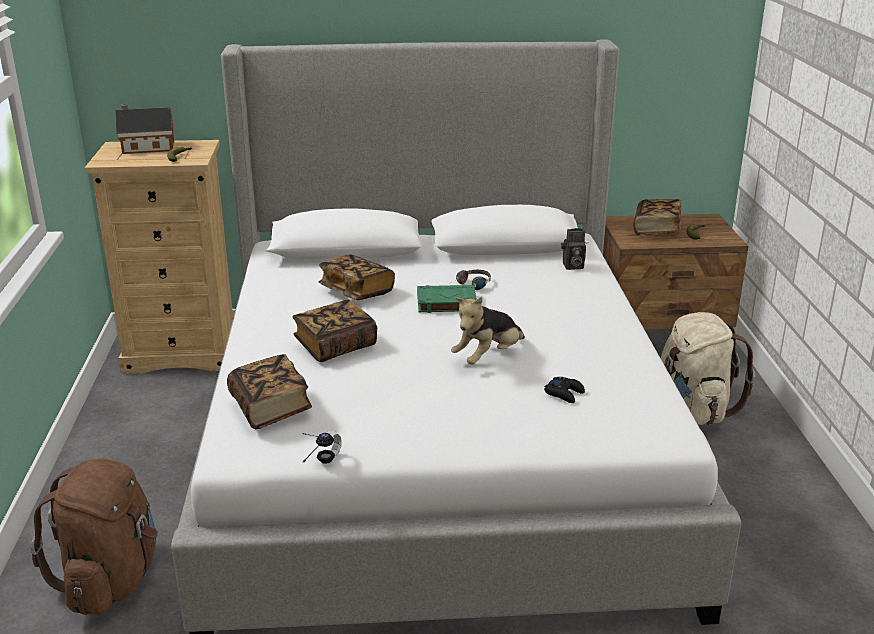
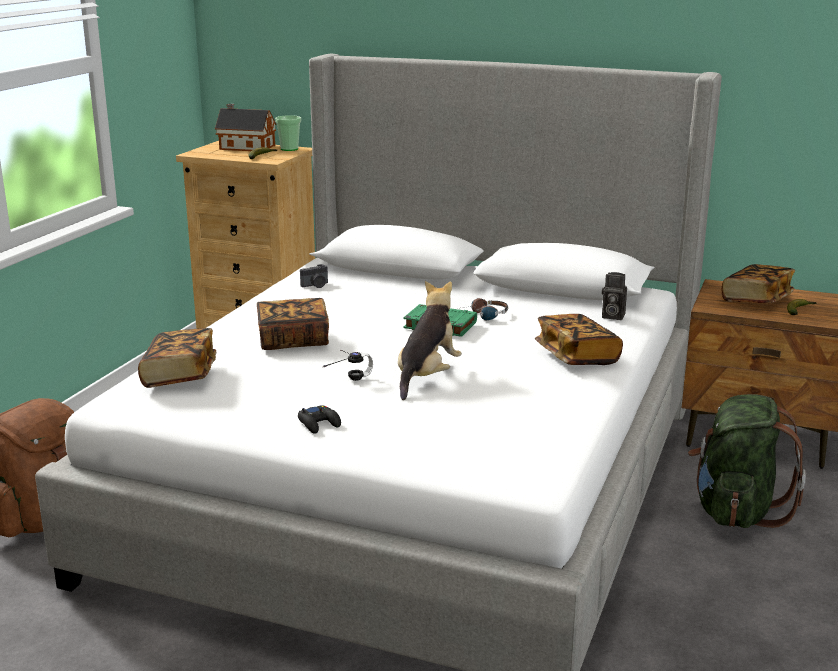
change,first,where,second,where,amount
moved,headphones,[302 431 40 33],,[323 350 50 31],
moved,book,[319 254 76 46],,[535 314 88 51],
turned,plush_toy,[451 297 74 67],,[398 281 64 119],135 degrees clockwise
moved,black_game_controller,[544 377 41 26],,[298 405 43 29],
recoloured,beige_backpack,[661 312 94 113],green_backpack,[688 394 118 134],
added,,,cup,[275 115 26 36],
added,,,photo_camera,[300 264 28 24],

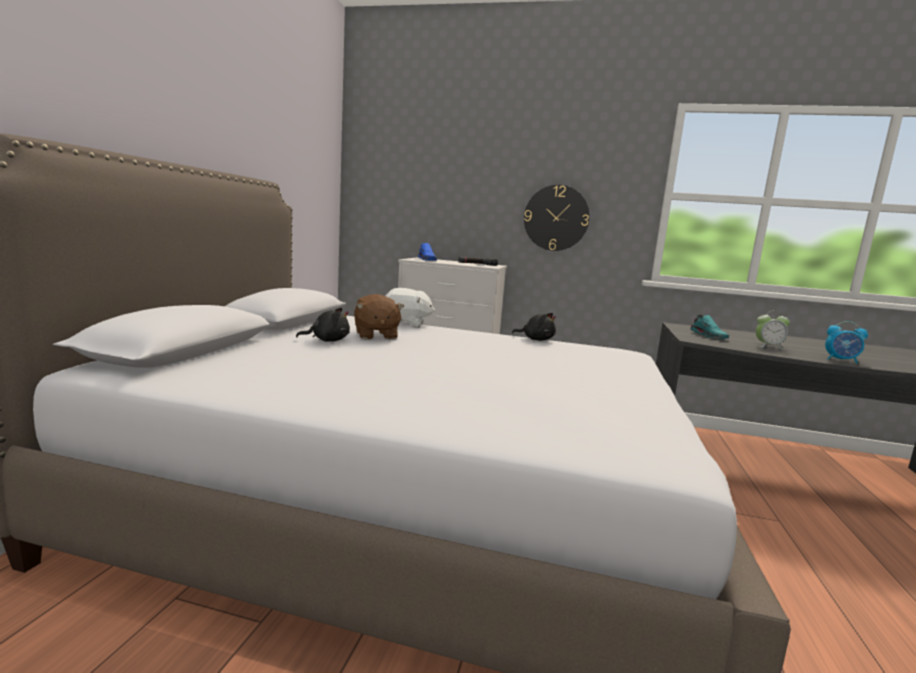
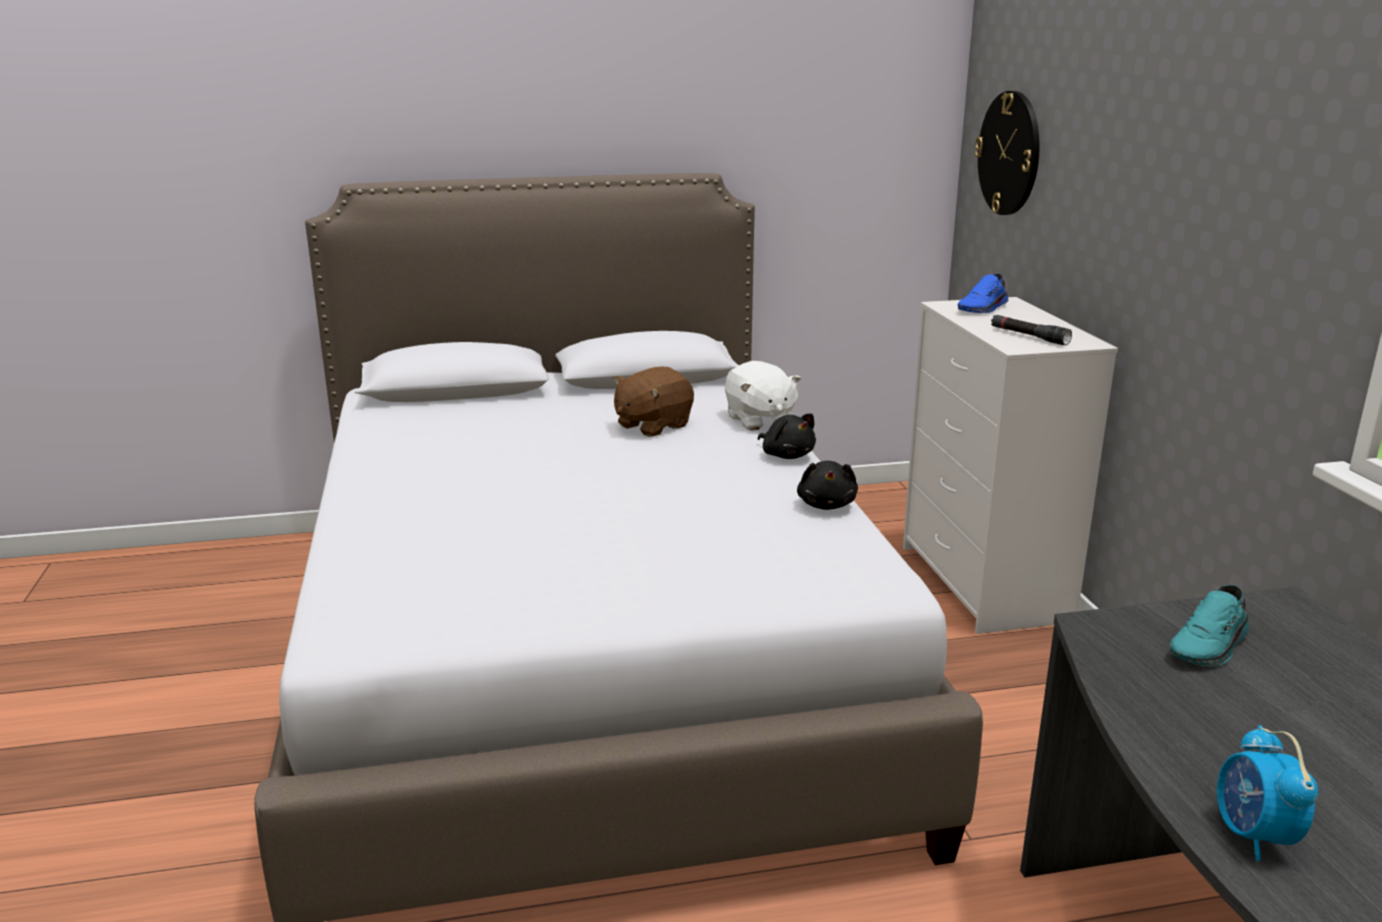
change,first,where,second,where,amount
moved,black_plush_toy,[296 308 54 34],,[758 413 58 46],
moved,wall_clock,[524 185 66 66],,[974 91 66 124],
removed,alarm_clock,[756 311 34 39],,,

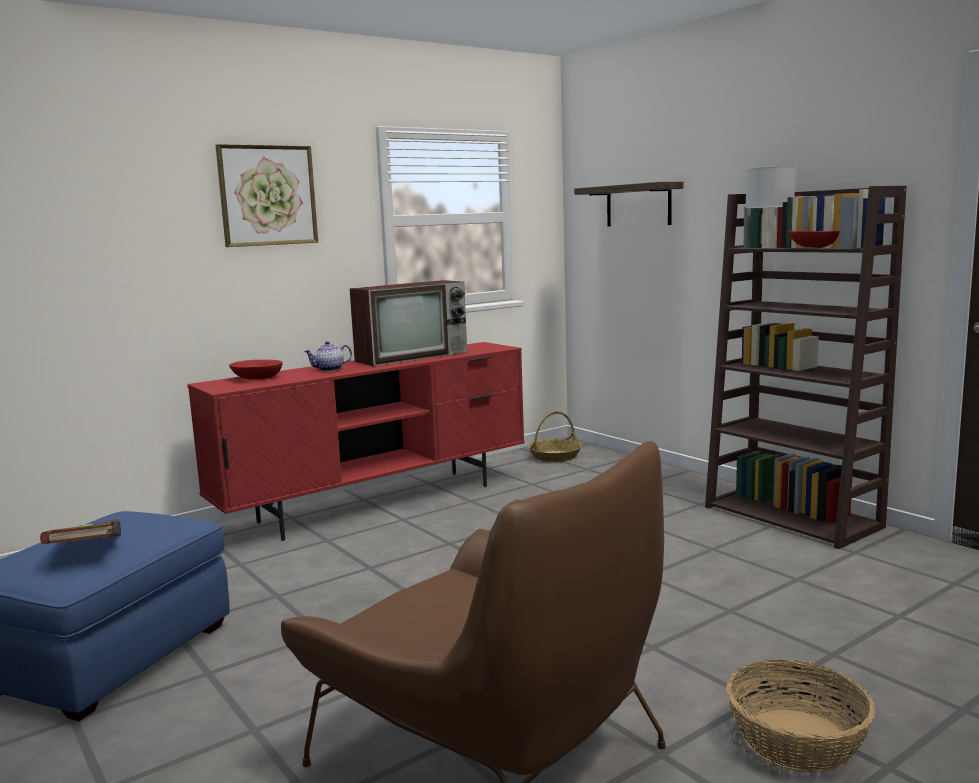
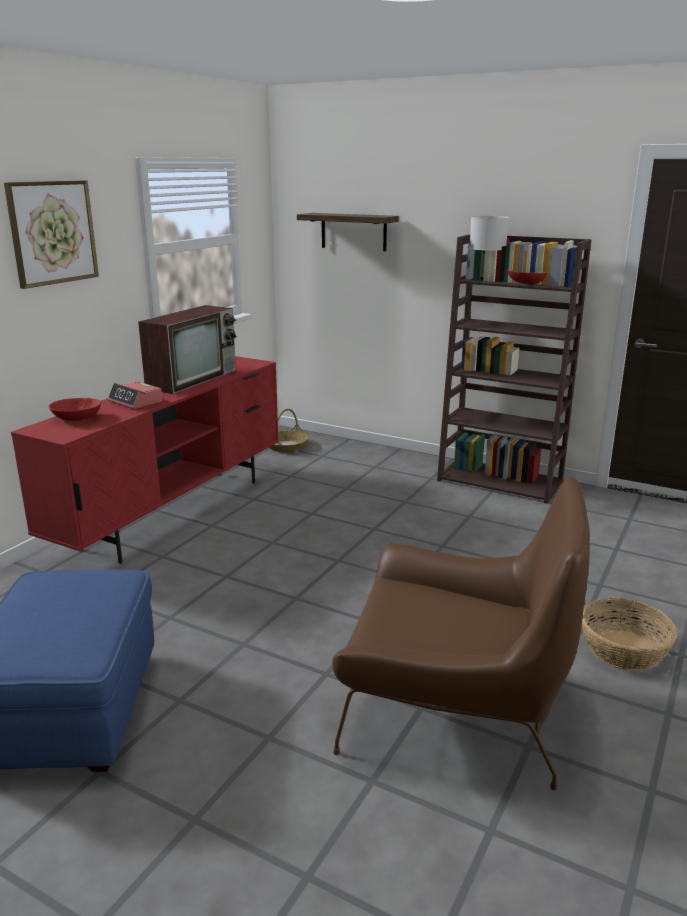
change,first,where,second,where,amount
removed,brown_book,[40 519 81 25],,,
replaced,teapot,[304 341 48 31],alarm_clock,[108 381 54 28],

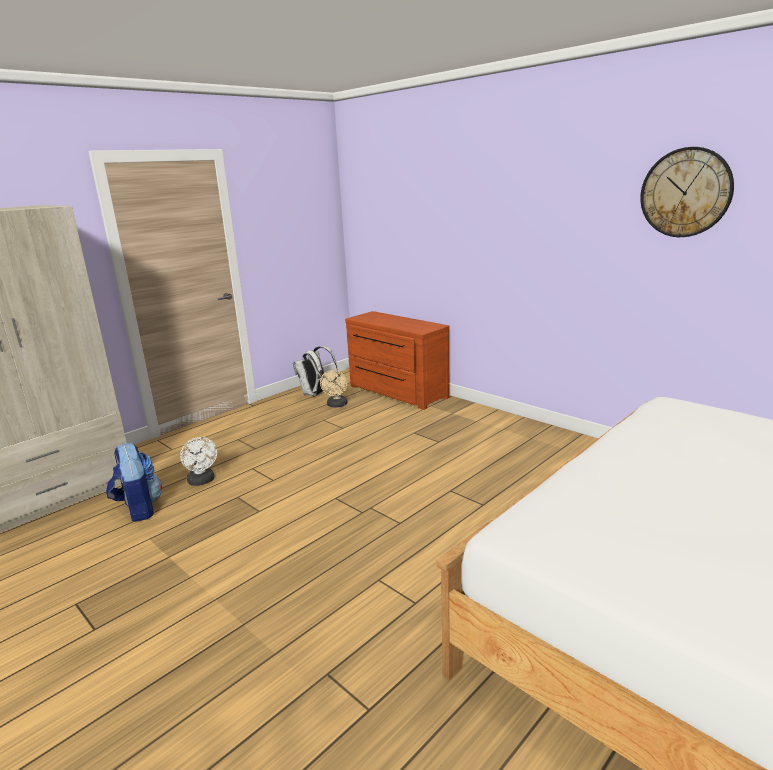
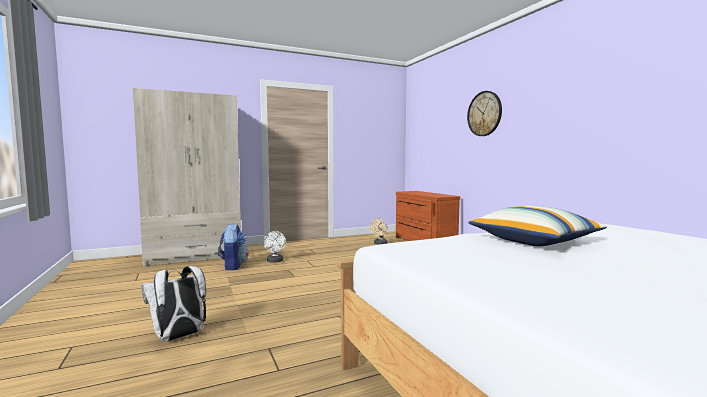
change,first,where,second,where,amount
moved,white_backpack,[293 346 45 50],,[141 266 65 76],
moved,wall_clock,[640 147 94 90],,[467 91 35 45],
added,,,pillow,[468 205 139 42],

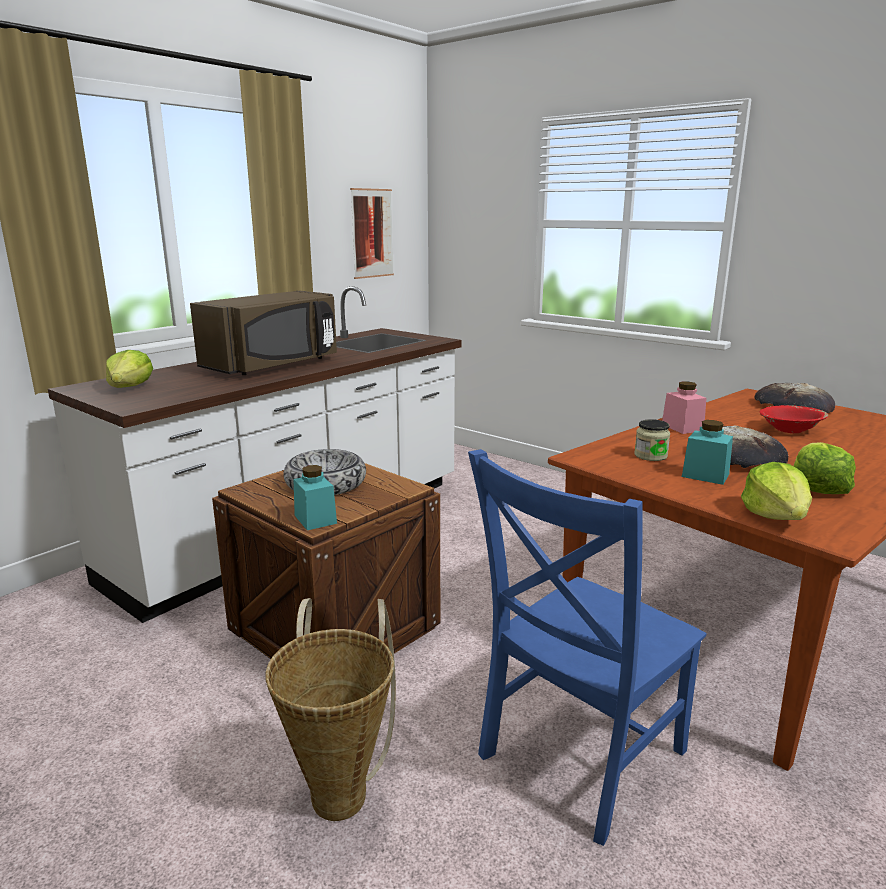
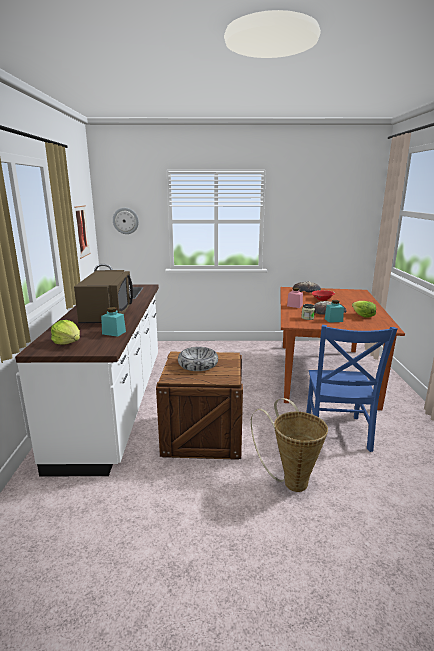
change,first,where,second,where,amount
moved,turquoise_jar,[293 465 44 65],,[101 307 25 30],
removed,lettuce,[741 462 71 58],,,
added,,,wall_clock,[113 208 26 26],

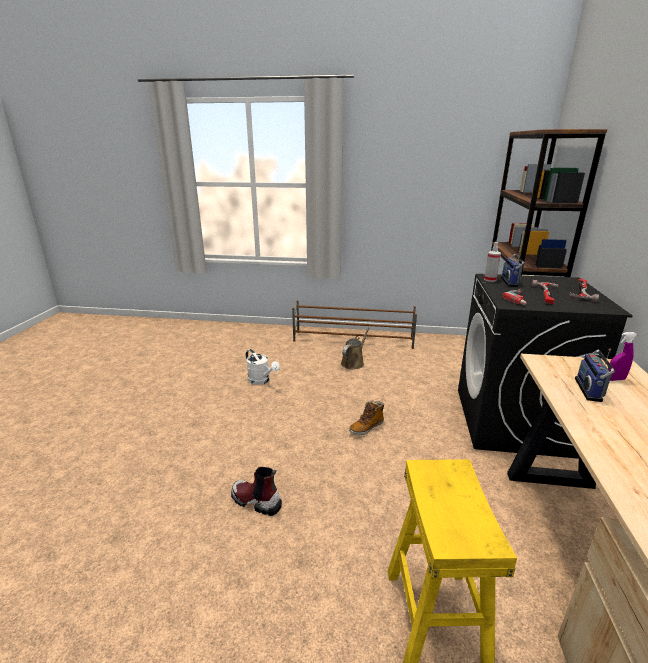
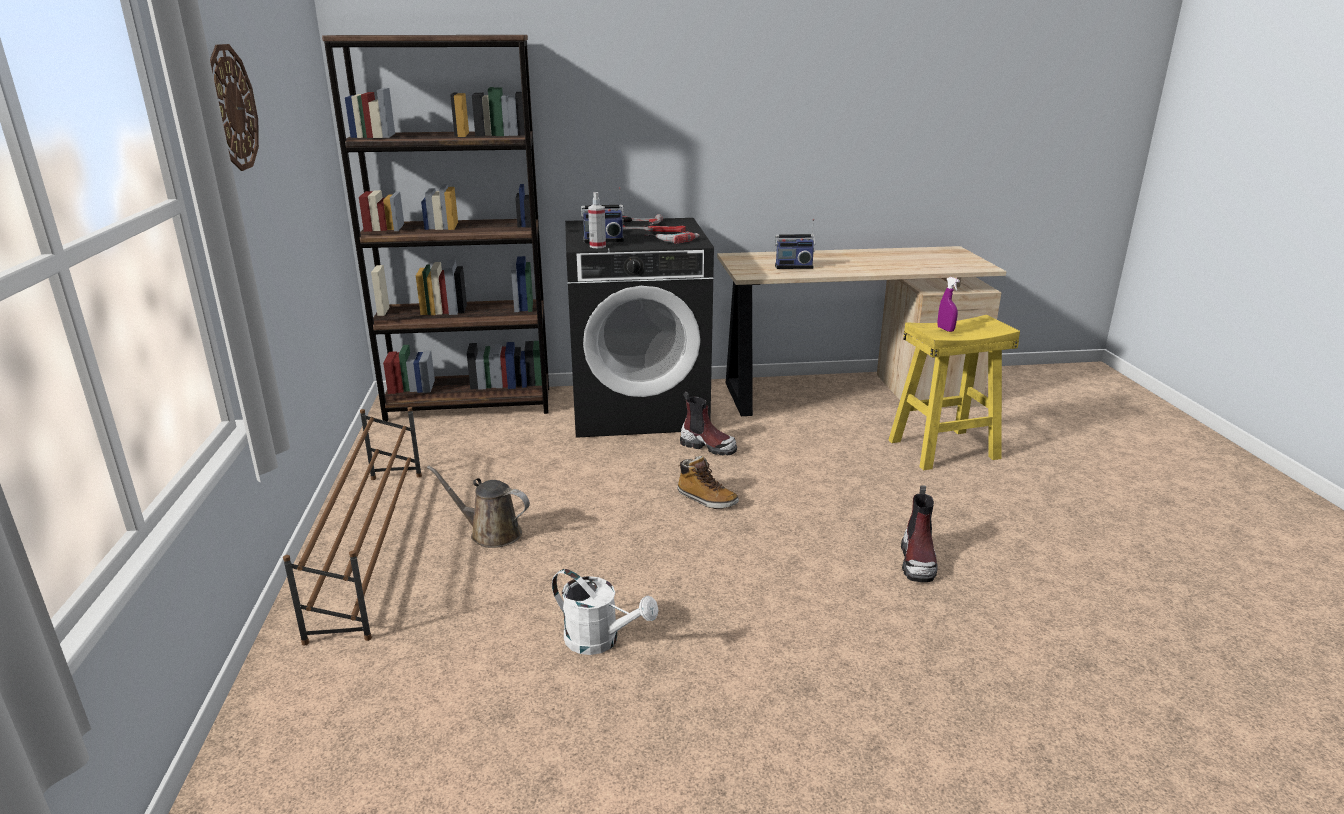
change,first,where,second,where,amount
turned,white_watering_can,[246 349 34 36],,[552 569 106 86],90 degrees clockwise
moved,purple_spray_bottle,[608 332 29 49],,[937 277 23 55],
added,,,wall_clock,[210 44 49 127],
added,,,boot,[680 392 57 63],

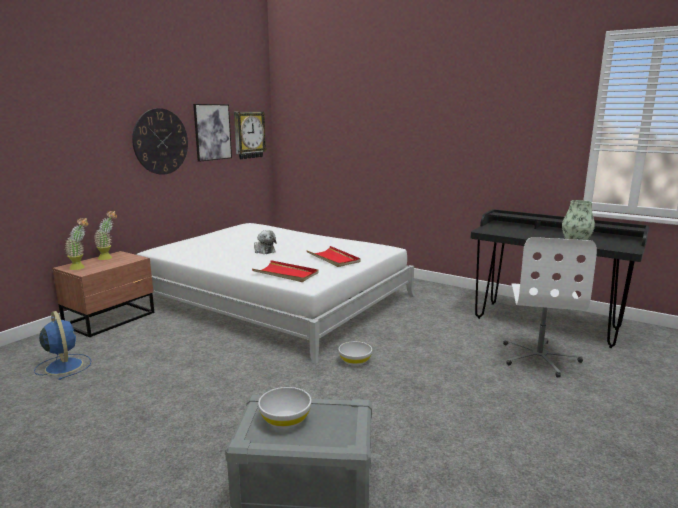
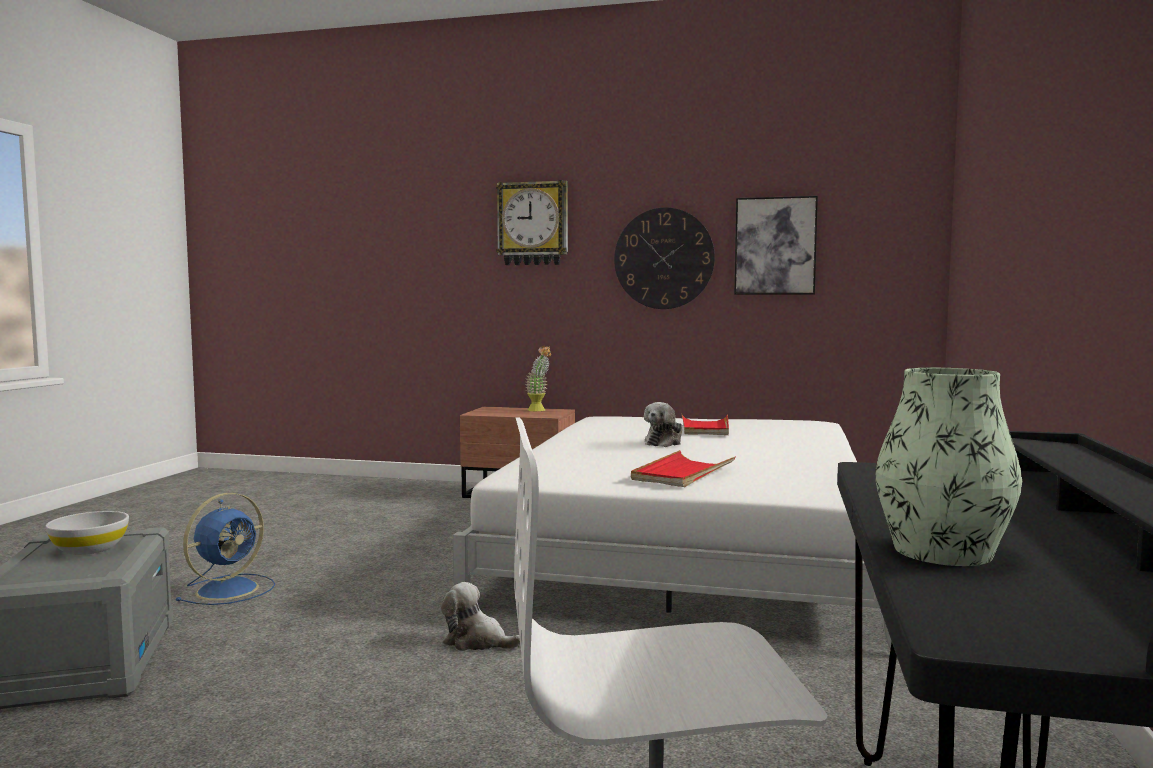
change,first,where,second,where,amount
moved,blue_fan,[34 311 57 69],,[176 493 99 112],
removed,potted_plant,[64 218 25 52],,,
moved,wall_clock,[234 112 33 47],,[496 180 72 85],
moved,red_tray,[252 260 67 22],,[681 413 48 22],
replaced,white_bowl,[338 341 34 25],plush_toy,[441 582 79 69],

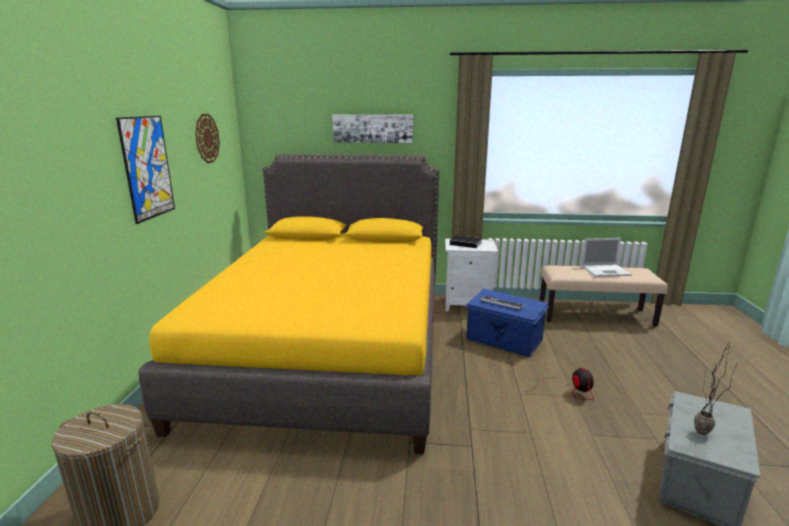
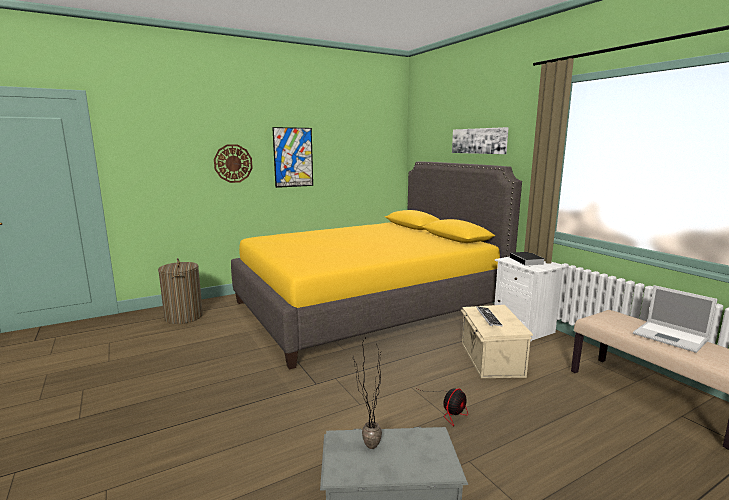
change,first,where,second,where,amount
moved,wall_clock,[195 114 25 49],,[214 144 39 39],
recoloured,blue_storage_box,[465 289 84 68],beige_storage_box,[461 305 72 73],

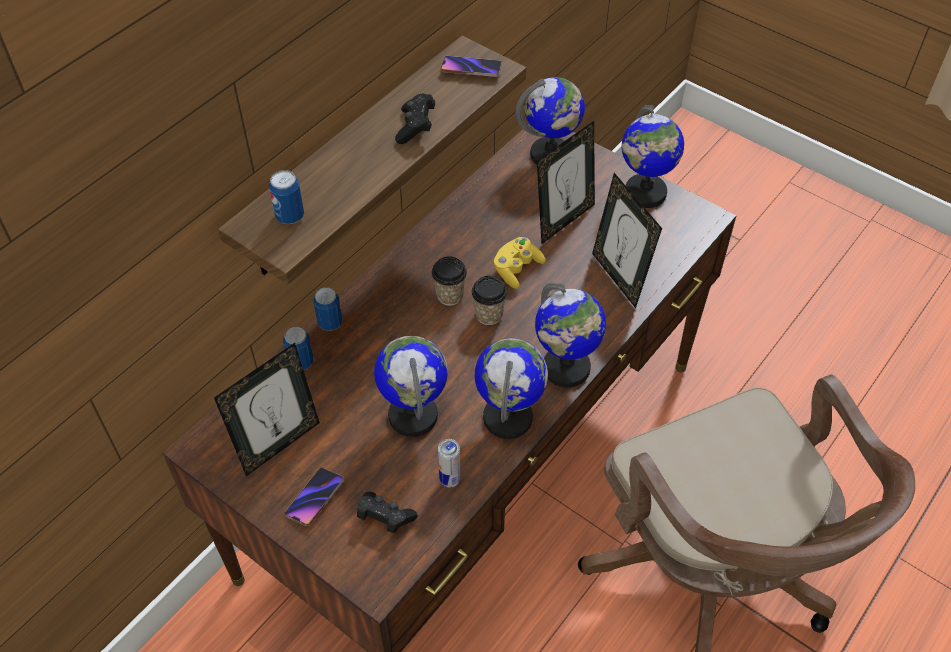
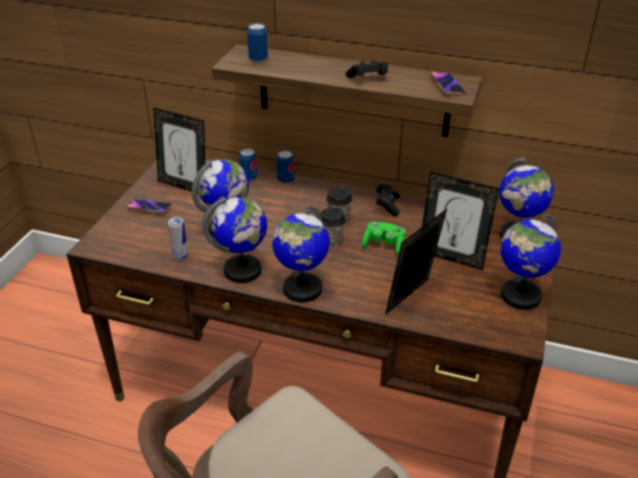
change,first,where,second,where,amount
moved,black_game_controller,[357 492 61 41],,[376 184 24 32],
recoloured,yellow_game_controller,[494 237 51 52],green_game_controller,[362 222 44 33],

